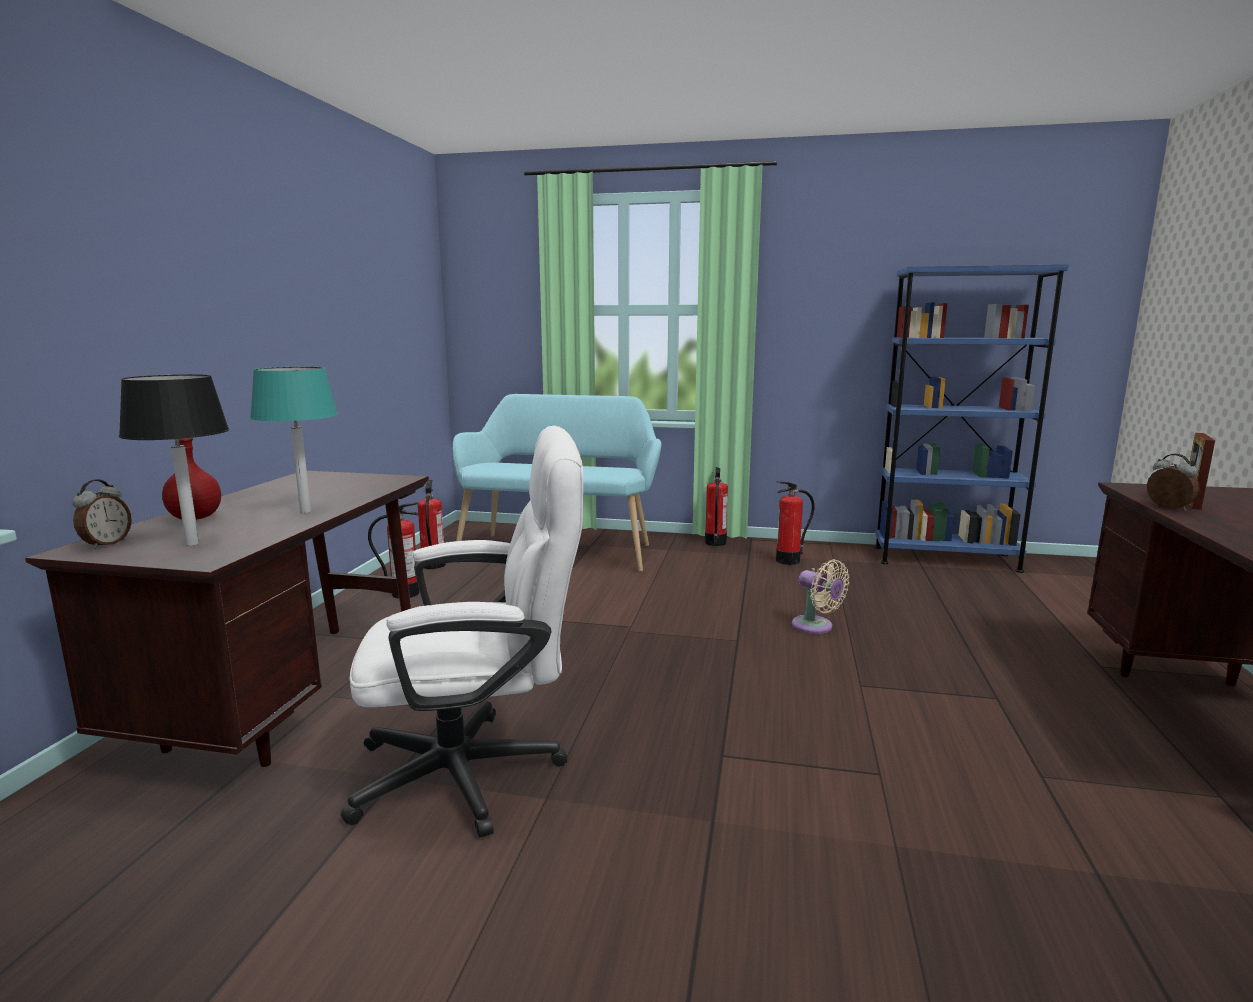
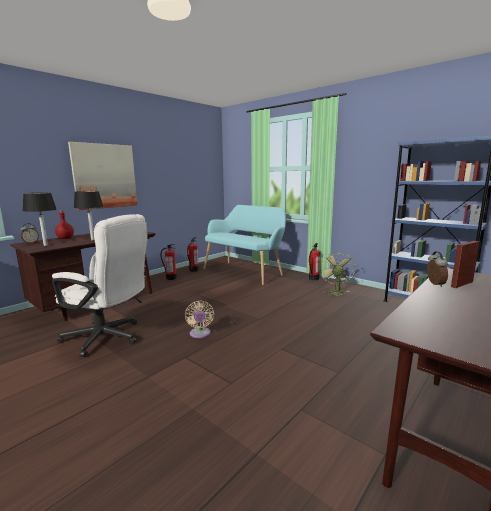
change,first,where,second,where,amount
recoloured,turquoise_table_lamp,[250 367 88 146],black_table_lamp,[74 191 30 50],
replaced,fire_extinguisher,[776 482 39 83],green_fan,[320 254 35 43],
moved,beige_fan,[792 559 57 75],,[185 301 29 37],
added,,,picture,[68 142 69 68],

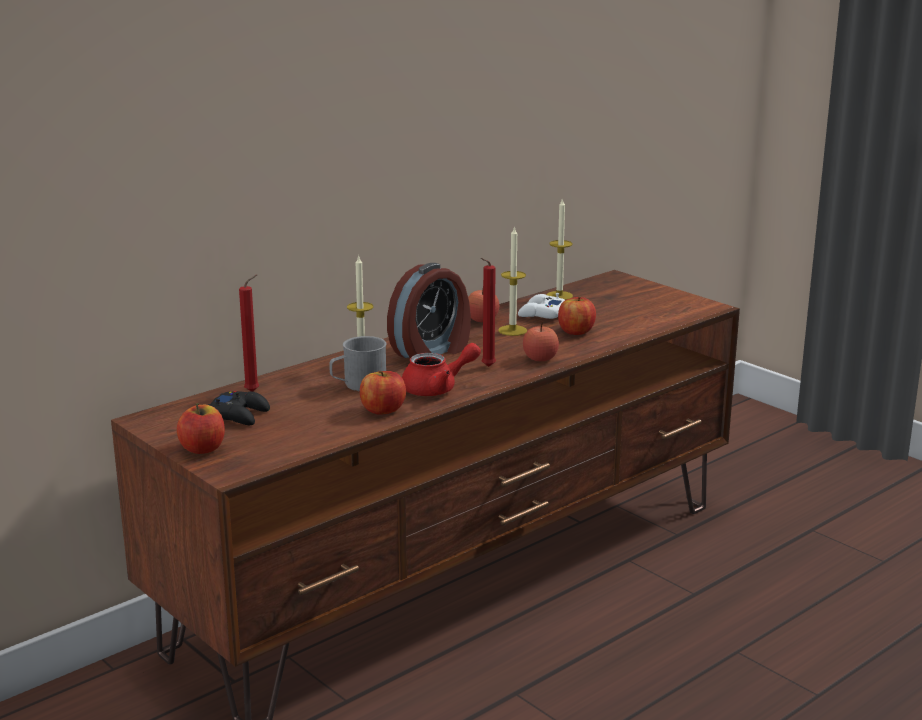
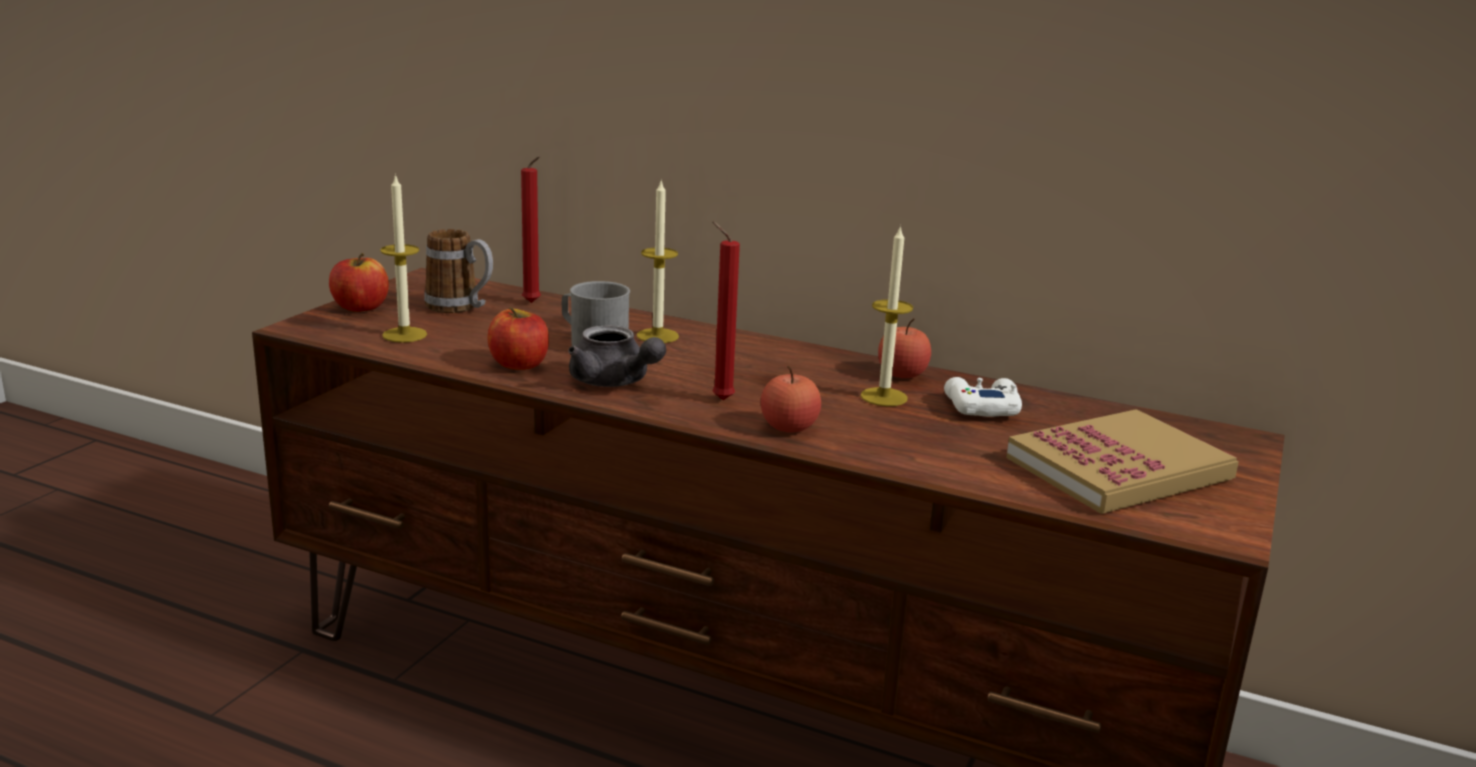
change,first,where,second,where,amount
replaced,black_game_controller,[208 391 62 34],mug,[424 229 69 84],
removed,alarm_clock,[387 263 84 95],,,
recoloured,red_teapot,[402 343 79 53],grey_teapot,[568 325 98 62],
moved,candle,[546 198 27 102],,[380 174 47 169],
removed,apple,[558 296 38 39],,,
added,,,book,[1006 409 233 105],

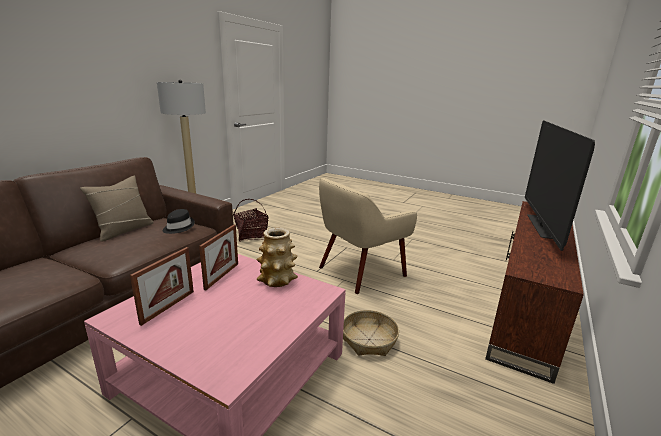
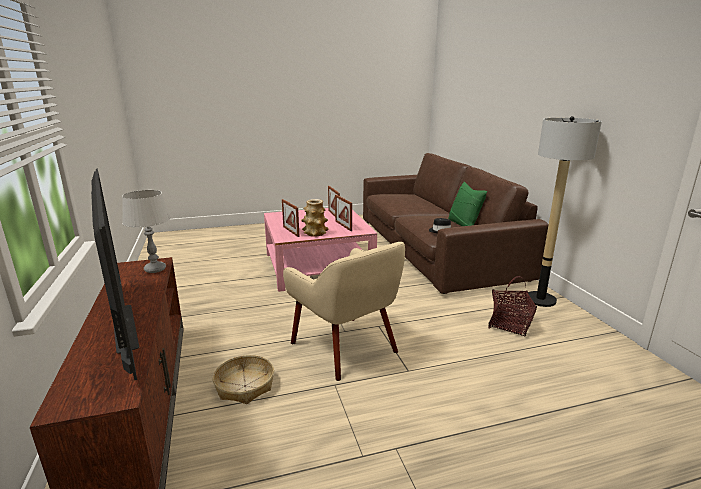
change,first,where,second,where,amount
recoloured,beige_pillow,[80 176 74 66],green_pillow,[448 182 40 44],
turned,beige_armchair,[319 178 98 116],,[283 242 122 139],135 degrees clockwise
moved,basket,[343 310 56 46],,[213 355 61 49],
added,,,grey_table_lamp,[122 190 49 83],
added,,,picture_frame,[282 199 17 38],

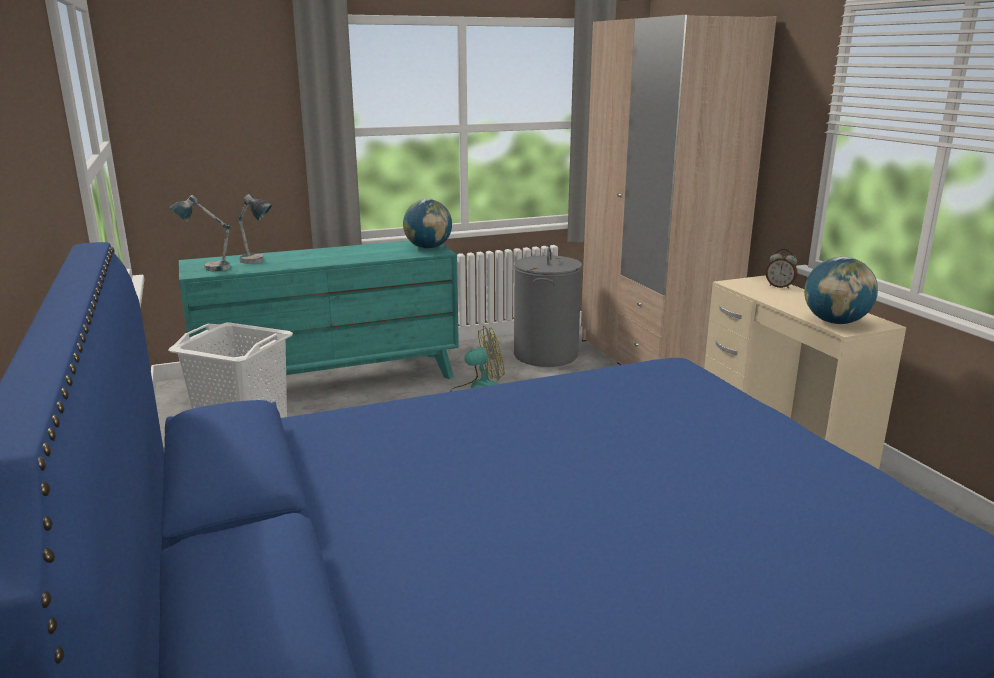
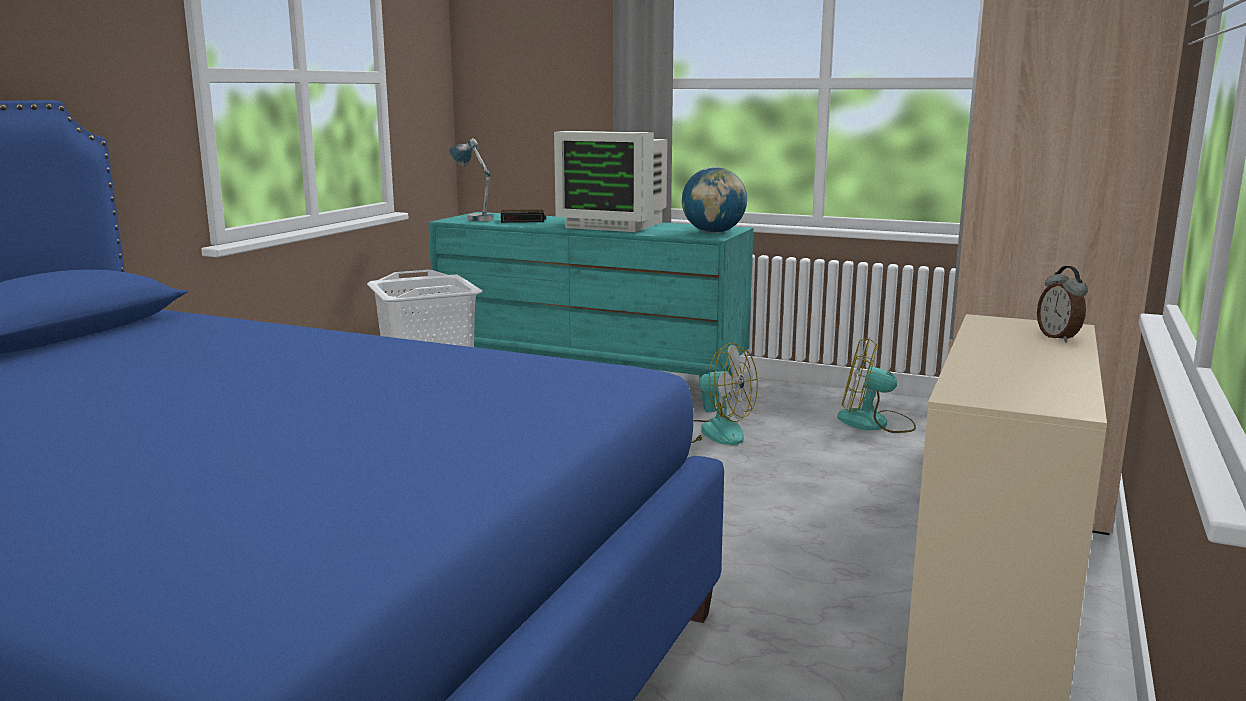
change,first,where,second,where,amount
replaced,table_lamp,[238 194 34 70],alarm_clock,[501 209 45 14],
replaced,grey_laundry_basket,[514 247 68 120],fan,[837 337 79 96],
removed,globe,[804 257 74 67],,,
added,,,monitor,[554 131 113 101],

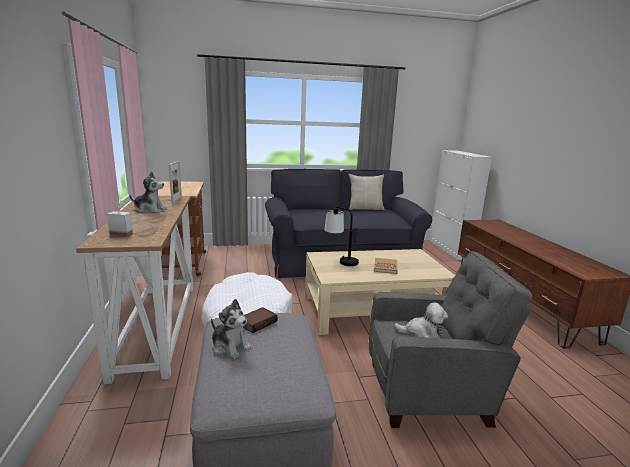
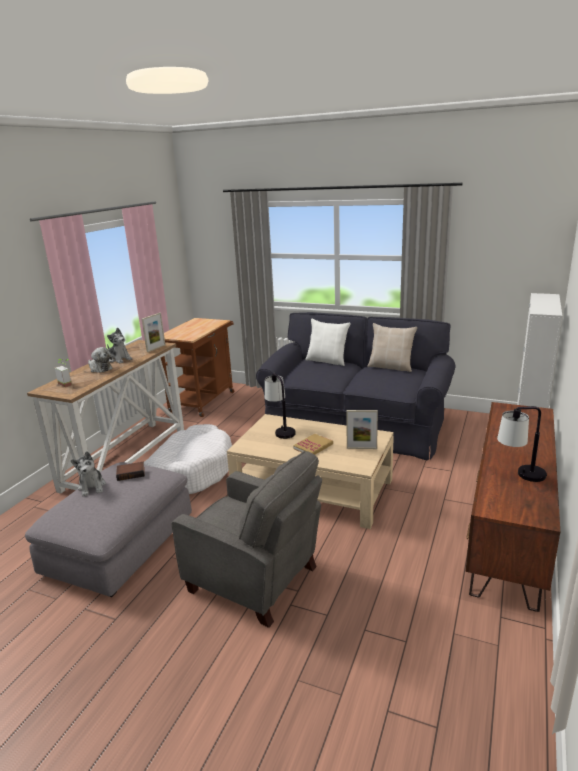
change,first,where,second,where,amount
moved,plush_toy,[394 302 54 36],,[88 347 25 26],
added,,,white_pillow,[305 318 45 48],
added,,,picture_frame,[346 410 32 39],
added,,,table_lamp,[497 406 50 76],

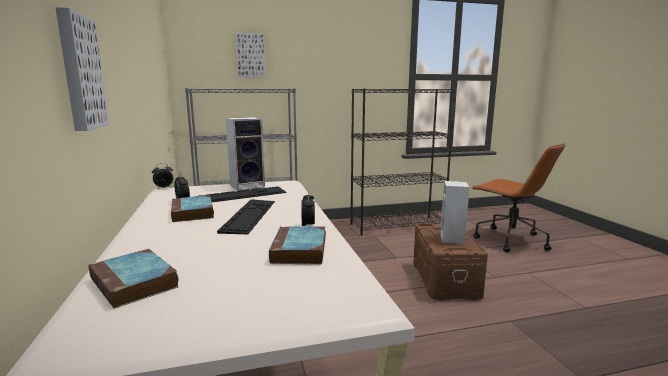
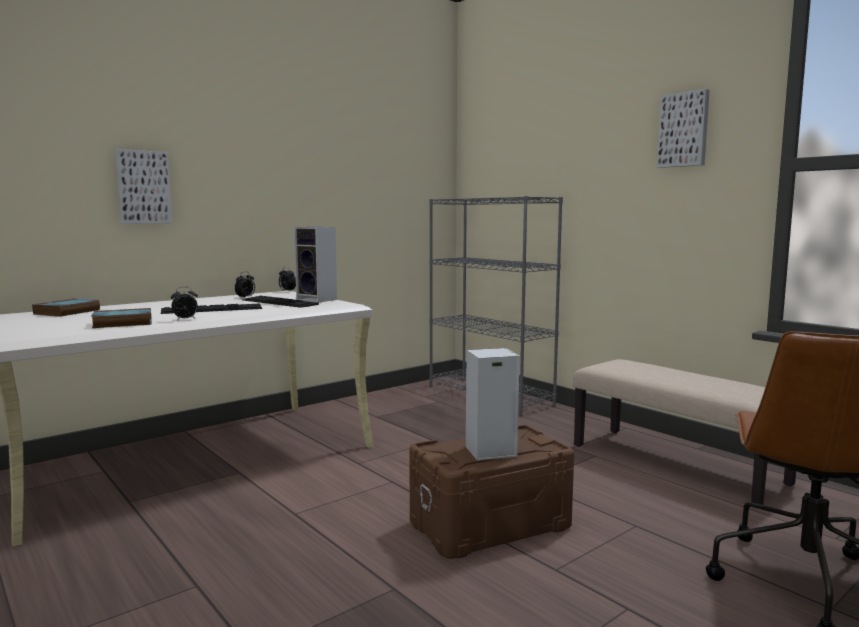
change,first,where,second,where,amount
removed,book,[171 195 43 27],,,
moved,picture,[236 33 30 44],,[657 89 52 79],
replaced,black_bookcase,[350 88 106 148],beige_bench,[573 359 223 146],

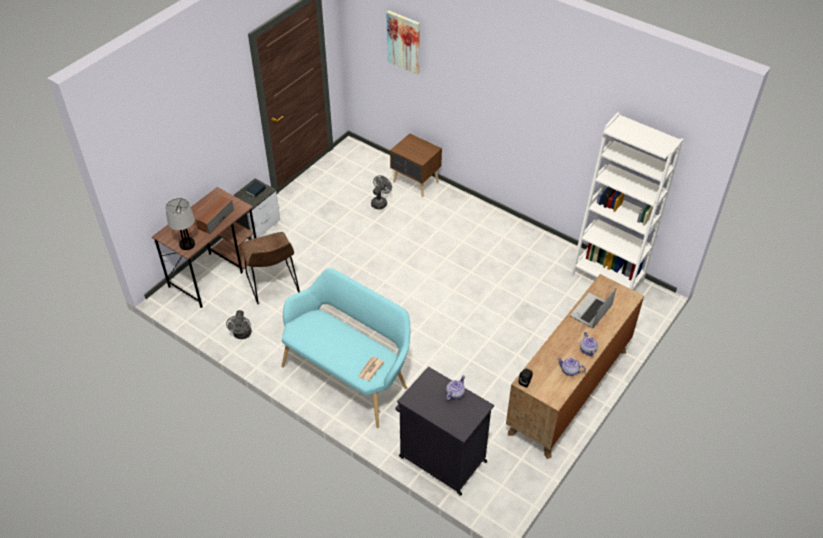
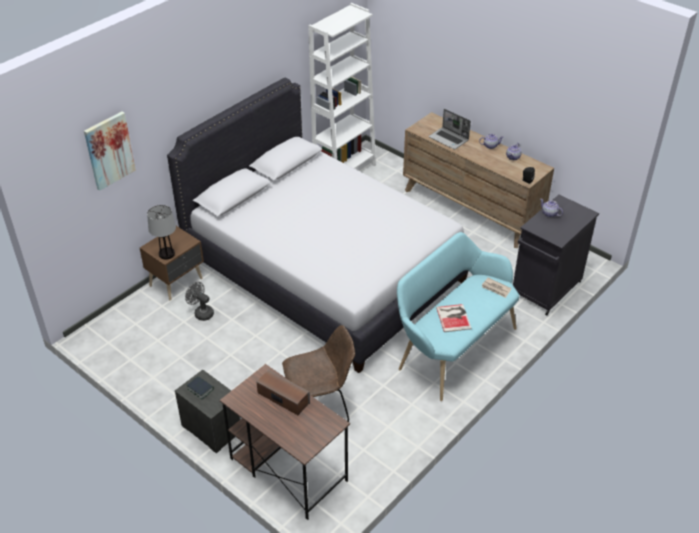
change,first,where,second,where,amount
moved,table_lamp,[165 198 30 52],,[147 205 29 55],
removed,grey_fan,[226 310 26 29],,,
added,,,white_bed,[167 77 302 296],
added,,,book,[436 304 36 28],

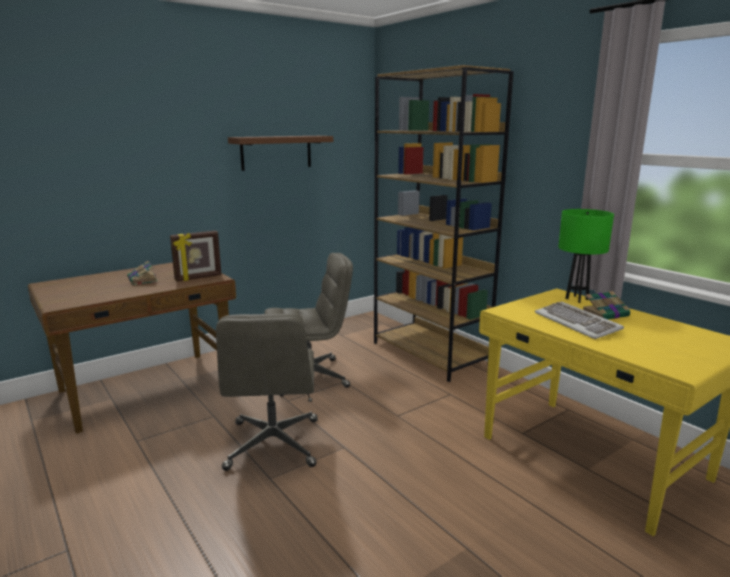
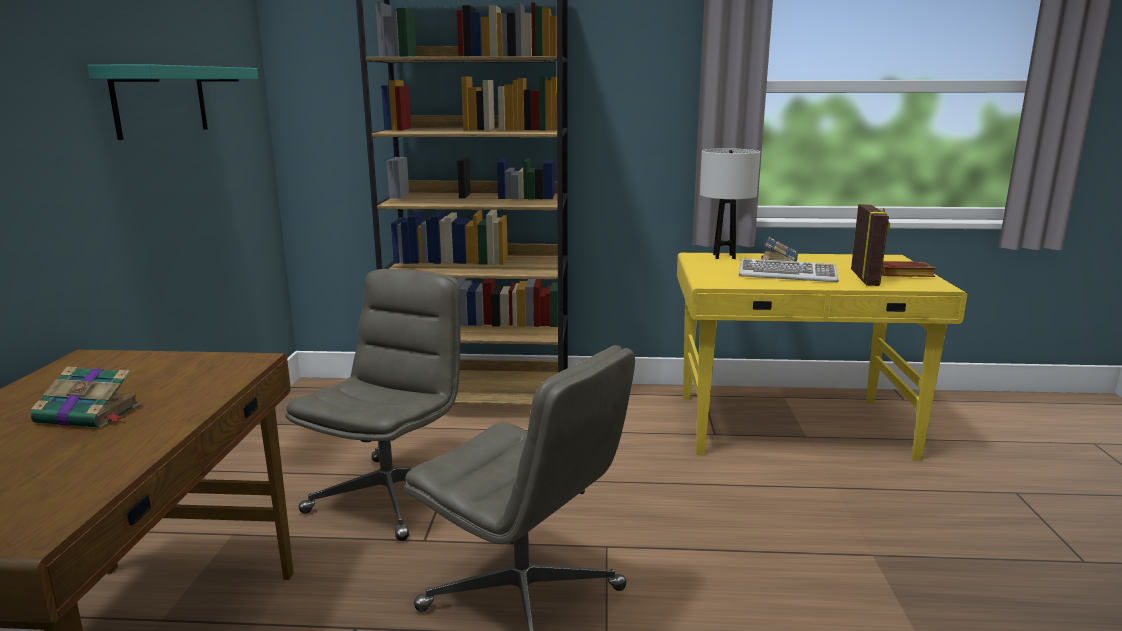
change,first,where,second,where,amount
moved,picture_frame,[170 231 51 50],,[851 204 39 82],
recoloured,brown_shelf,[228 136 105 35],turquoise_shelf,[87 64 171 76],
recoloured,green_table_lamp,[558 209 56 94],white_table_lamp,[700 148 60 111],
added,,,brown_book,[882 261 54 16],

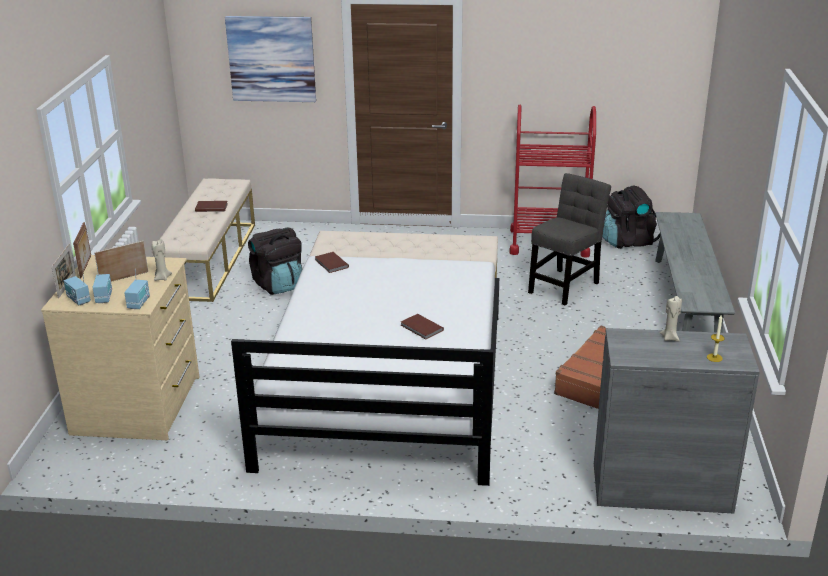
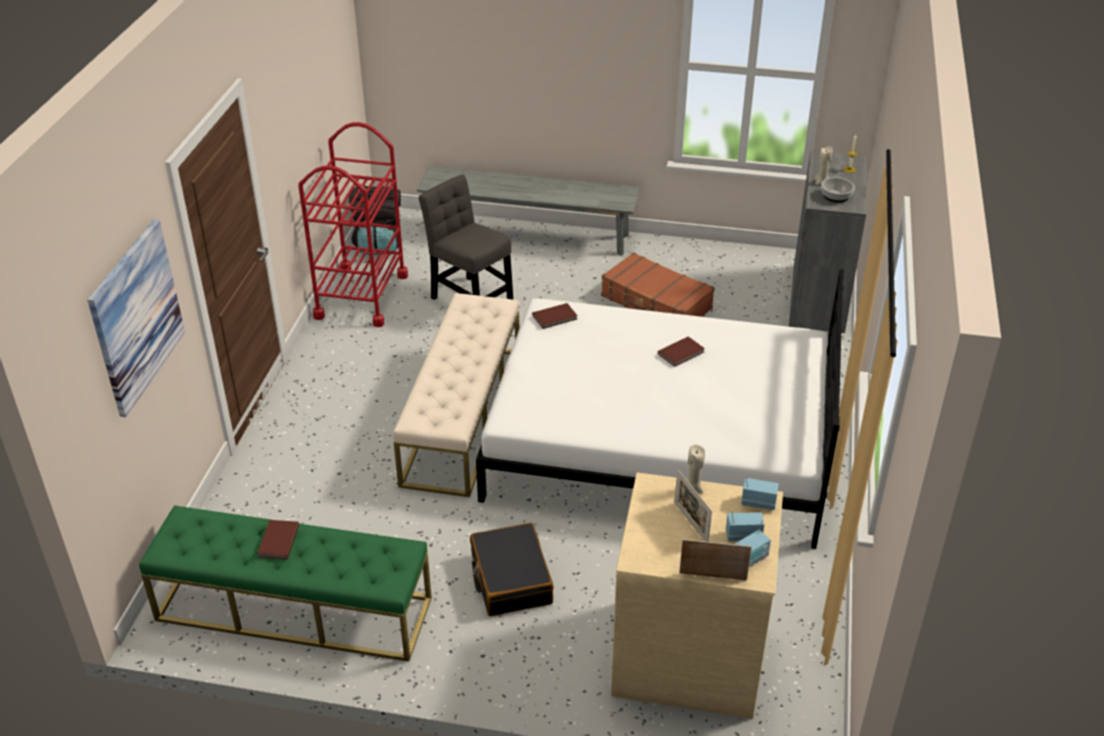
change,first,where,second,where,amount
removed,picture_frame,[73 222 18 57],,,
recoloured,beige_bench,[152 179 103 123],green_bench,[139 505 293 157],
removed,black_backpack,[248 228 54 67],,,
moved,brown_book,[315 252 34 21],,[532 303 45 26],
added,,,black_suitcase,[470 523 84 93],
added,,,bowl,[821 177 34 26],

